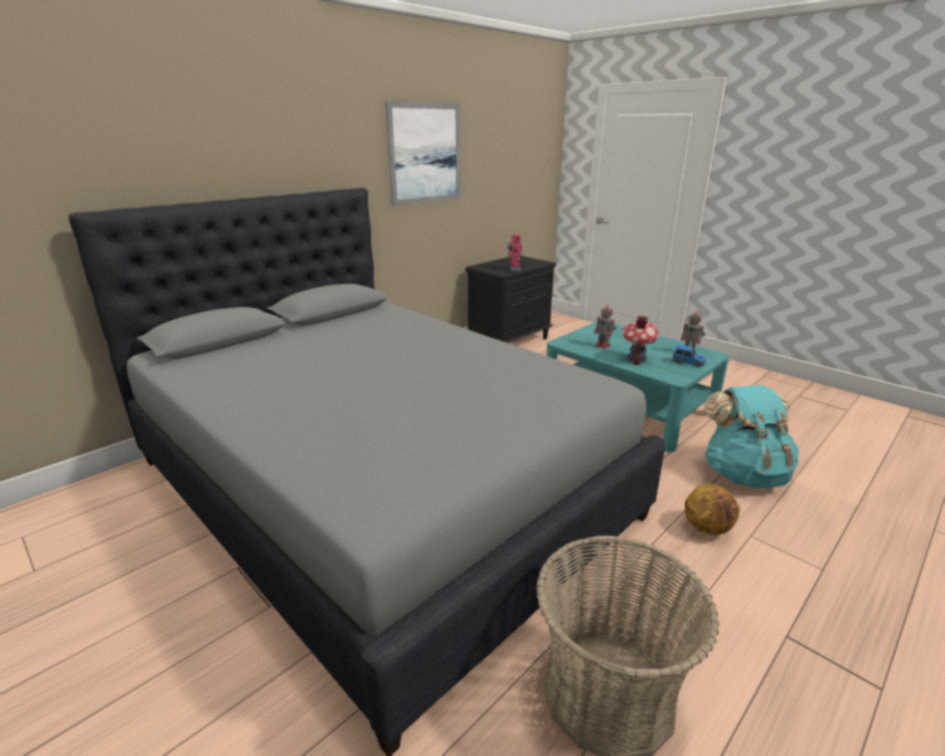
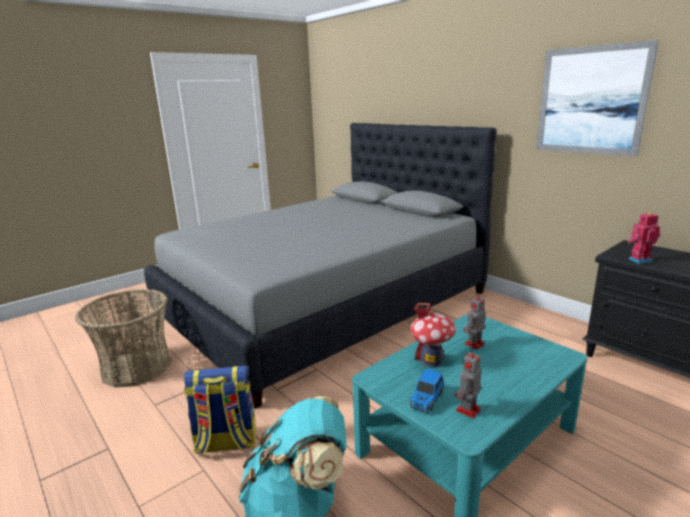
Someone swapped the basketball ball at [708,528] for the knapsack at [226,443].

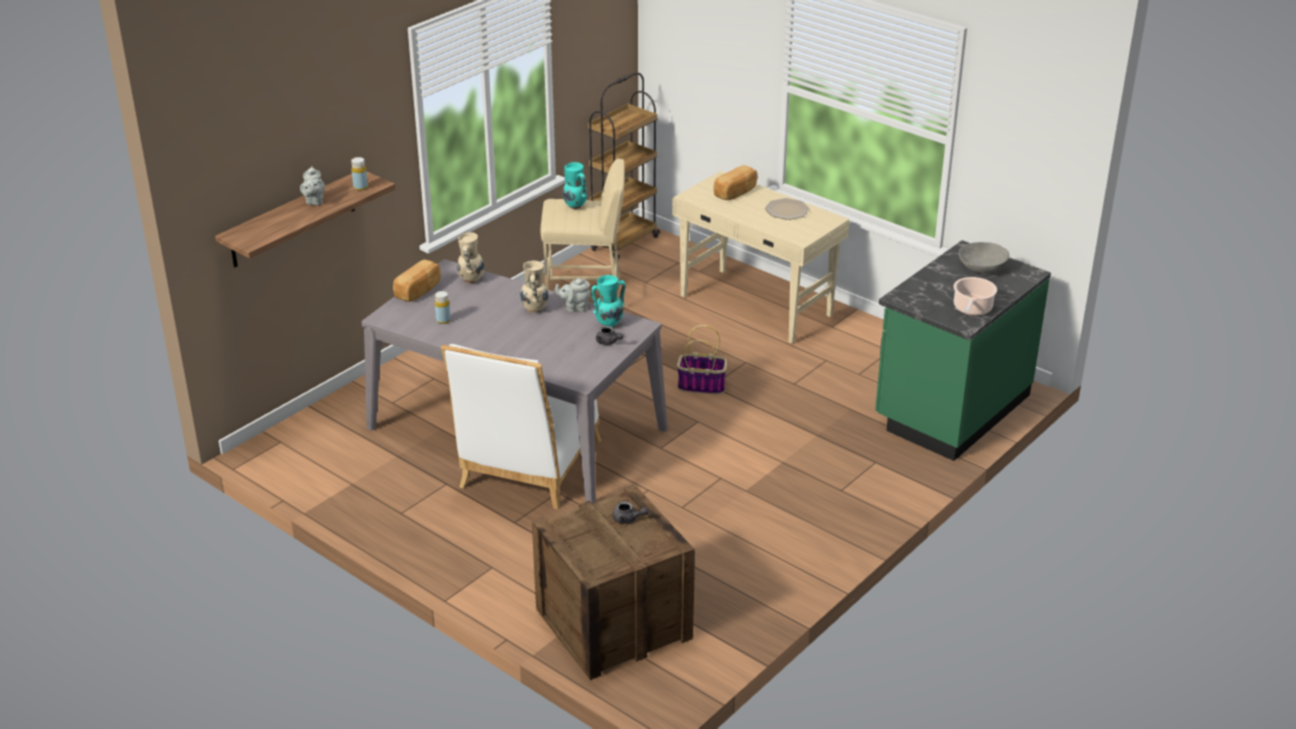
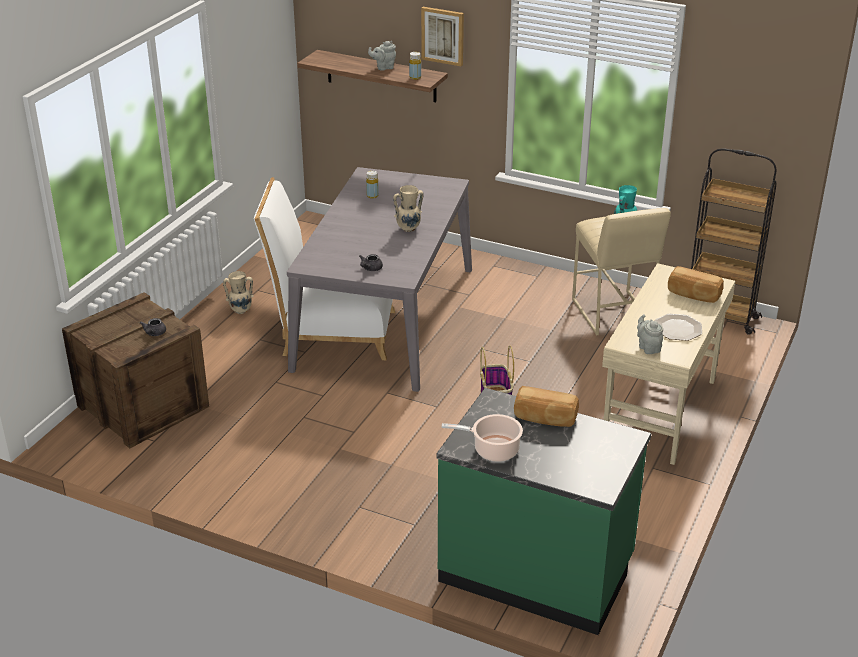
Someone took away the blue-green vase at [608,324].
Someone took away the greyish serving bowl at [982,267].
Someone put up the wall picture at [443,35].
Someone carried the bakery bread from [419,291] to [545,418].
Someone carried the beige vase from [471,280] to [240,310].
Someone carried the greyish tea pot from [574,308] to [648,347].

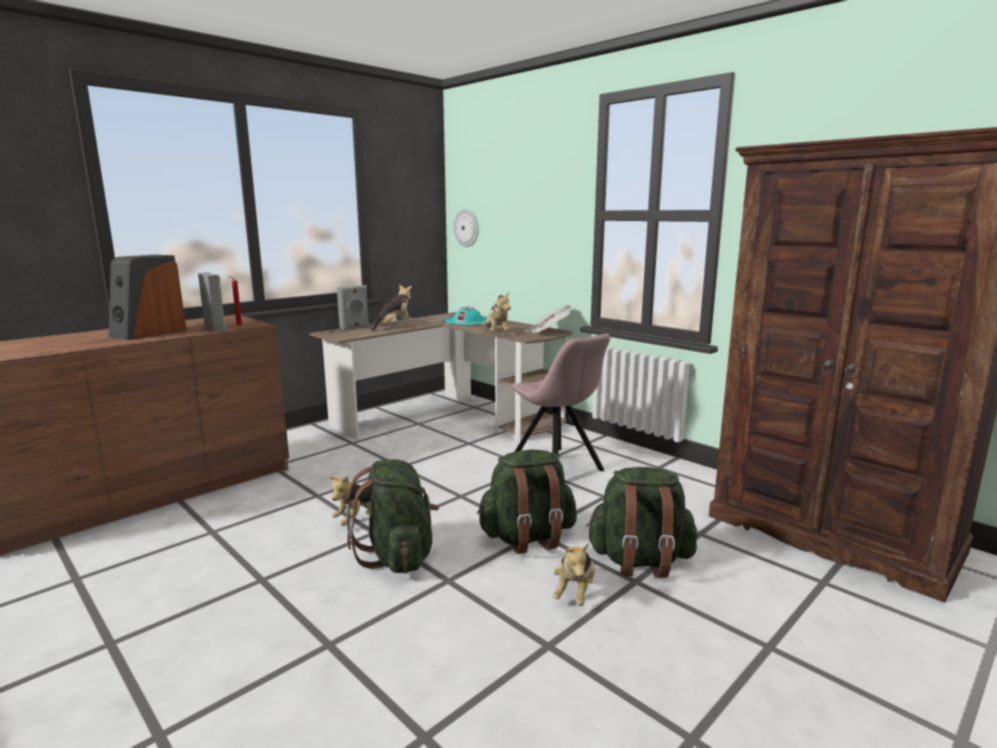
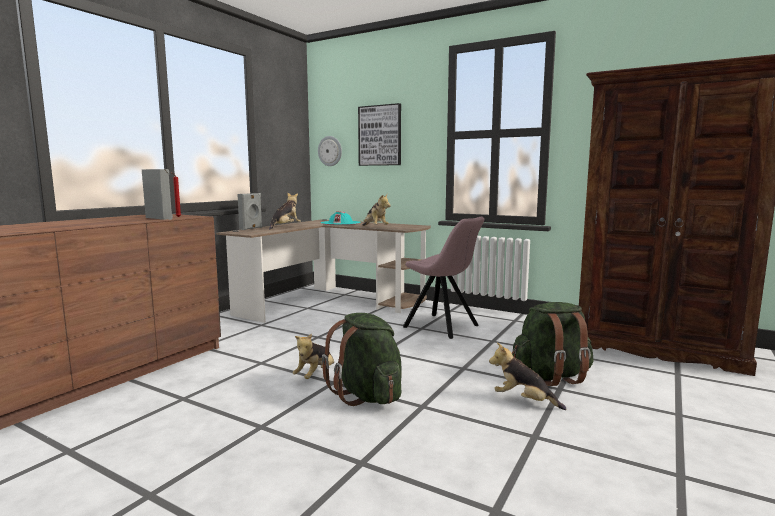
Someone took away the loudspeaker at [148,333].
Someone took away the green knapsack at [527,538].
Someone took away the printed paper at [547,332].
Someone put up the wall picture at [380,135].
Someone rotated the plush toy at [574,592] by 120 degrees clockwise.

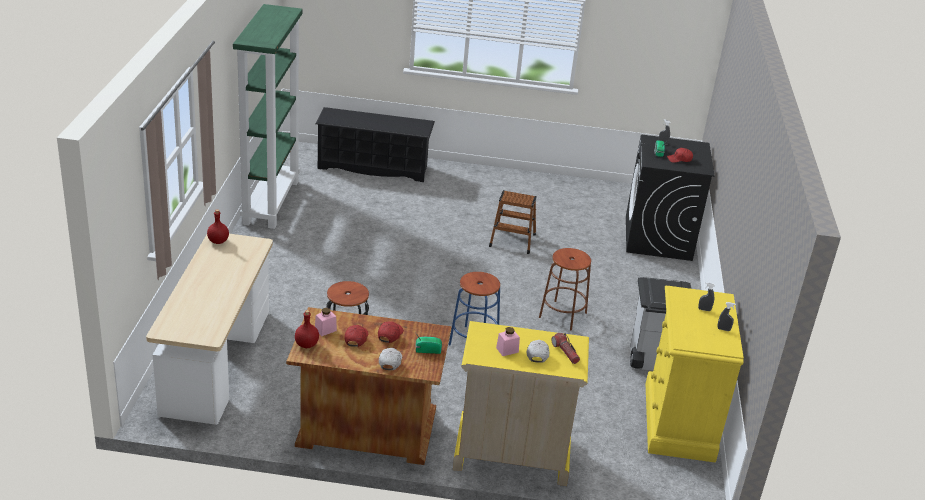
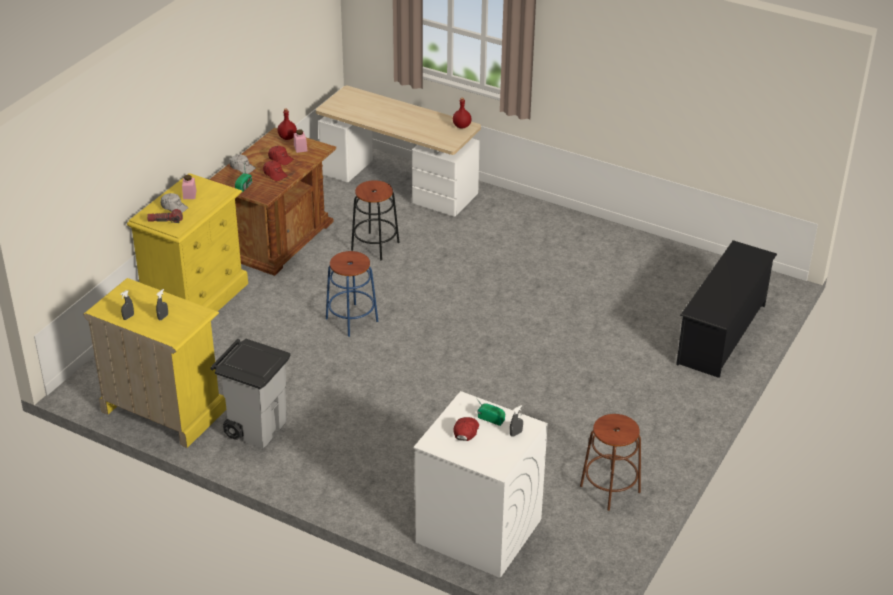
Someone took away the green bookshelf at [270,202].
Someone took away the brown step ladder at [513,240].
Someone carried the brown stool from [563,315] to [610,489].
Someone repainted the blackish washing machine at [658,238], which became the white washing machine at [477,531].

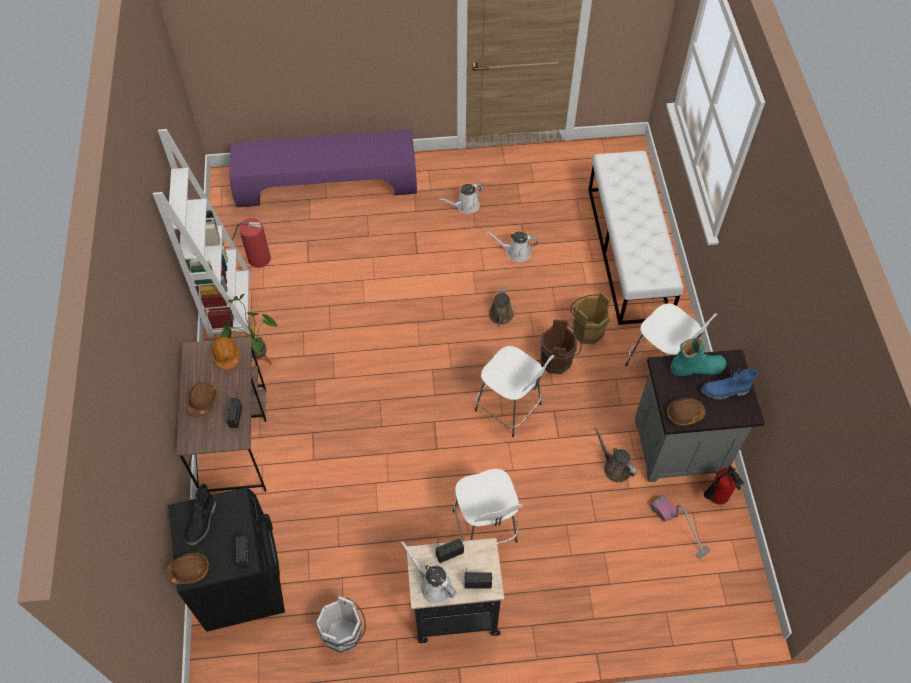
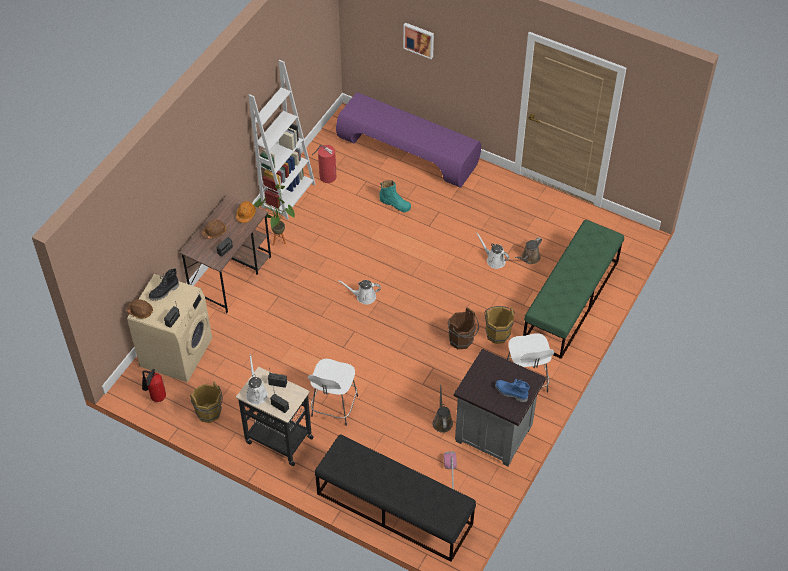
Someone took away the white stool at [510,409].
Someone took away the brown work helmet at [684,414].
Someone put down the blackish long seat at [394,508].
Someone put up the wall picture at [419,39].
Someone carried the white watering pot from [465,206] to [364,296].
Someone carried the brown watering pot from [500,316] to [529,258].
Someone carried the blue-green high-top boot from [697,367] to [395,203].
Someone carried the extinguisher from [715,498] to [155,397].
Someone repainted the blackish washing machine at [242,580], which became the beige washing machine at [177,352].
Someone repainted the white water bucket at [345,636], which became the brown water bucket at [209,414].
Someone repainted the white long seat at [628,253], which became the green long seat at [571,301].

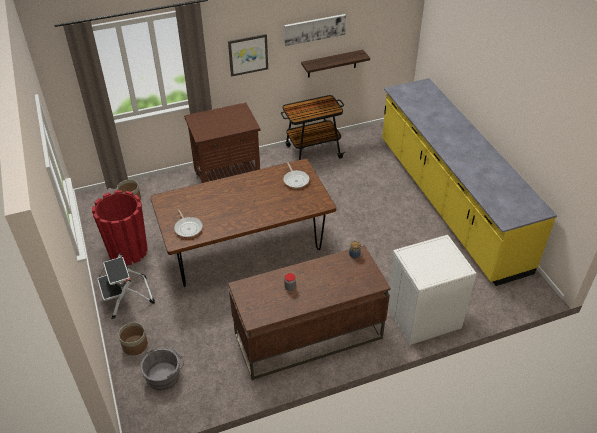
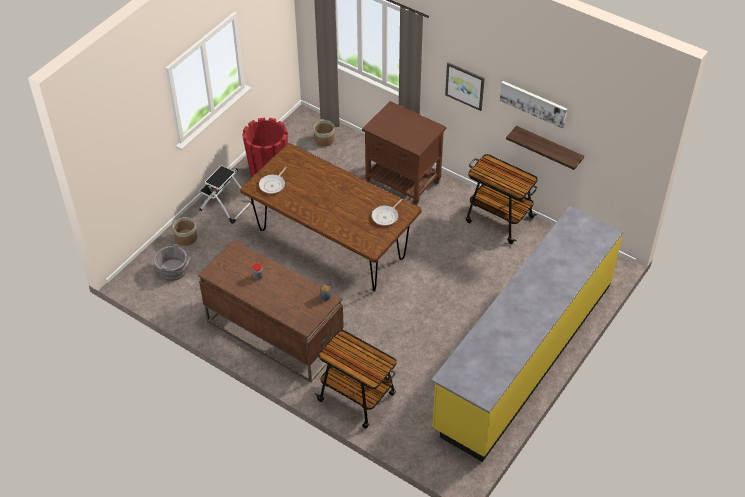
Someone swapped the white washing machine at [422,316] for the trolley at [357,398].

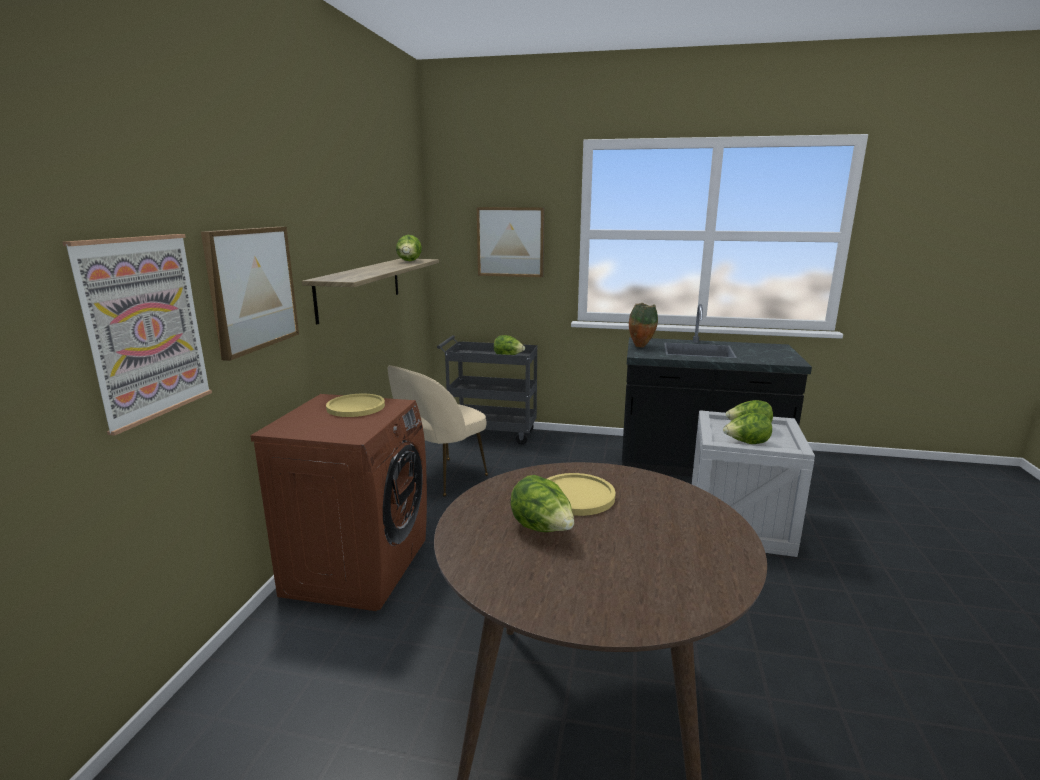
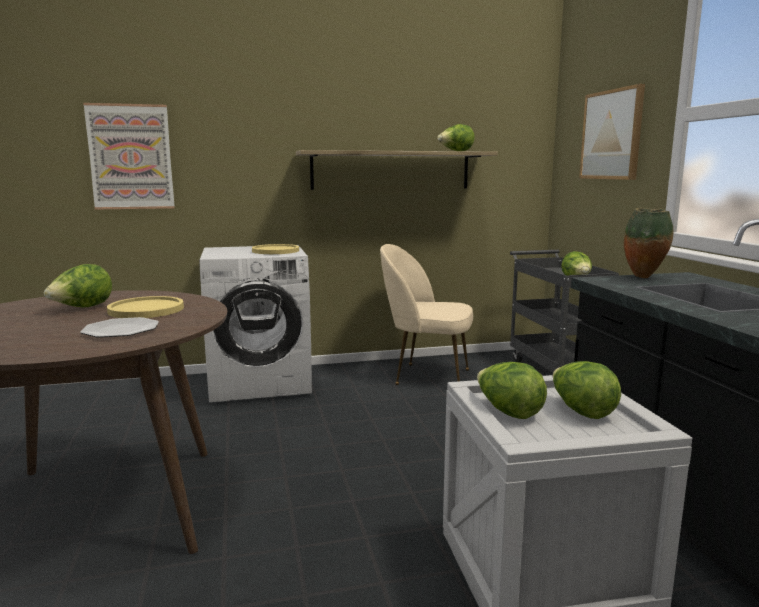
Someone took away the wall picture at [252,289].
Someone put down the flat dish at [121,330].
Someone repainted the brown washing machine at [358,569], which became the white washing machine at [260,385].

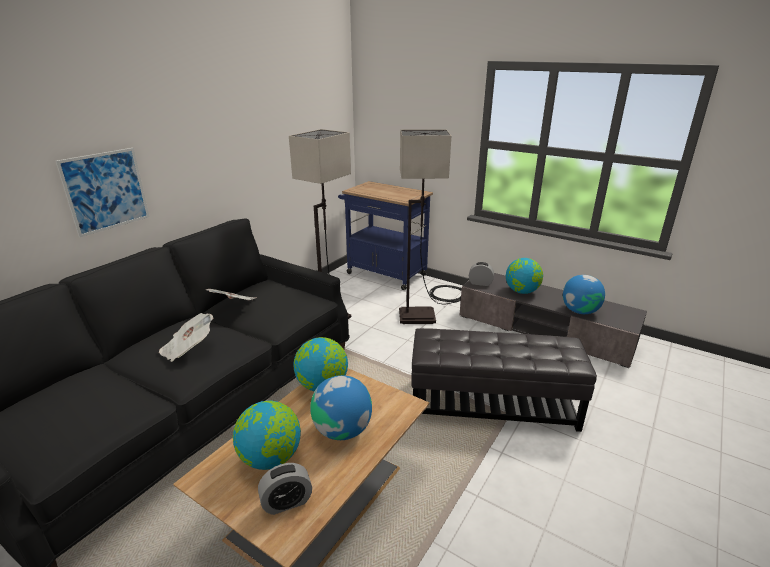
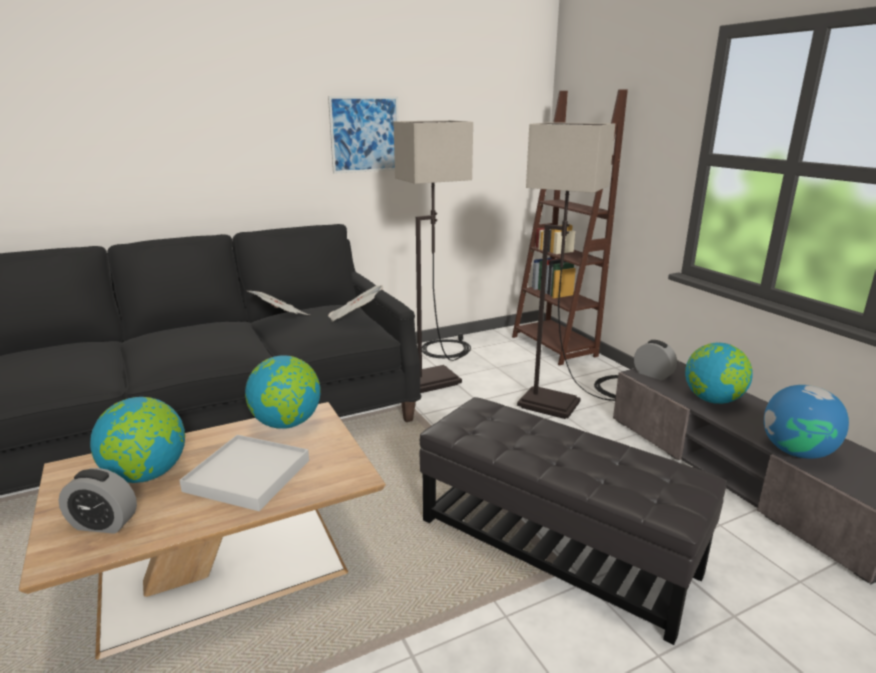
Someone carried the wall picture from [106,191] to [365,134].
Someone carried the printed paper from [188,349] to [354,318].
Someone swapped the world globe at [342,430] for the white tray at [248,475].
Someone swapped the blue-coloured trolley at [384,274] for the brown bookshelf at [554,346].

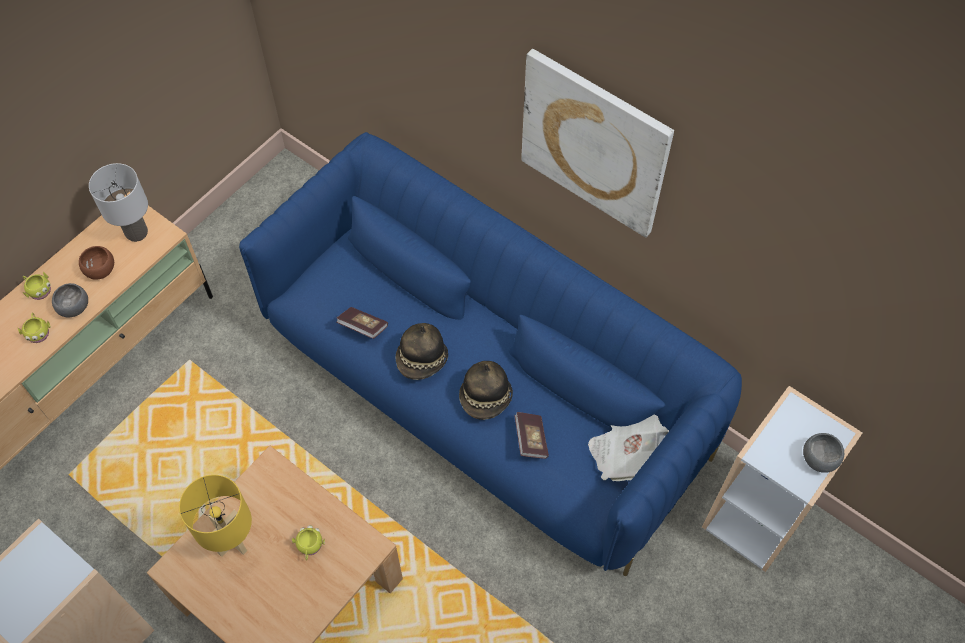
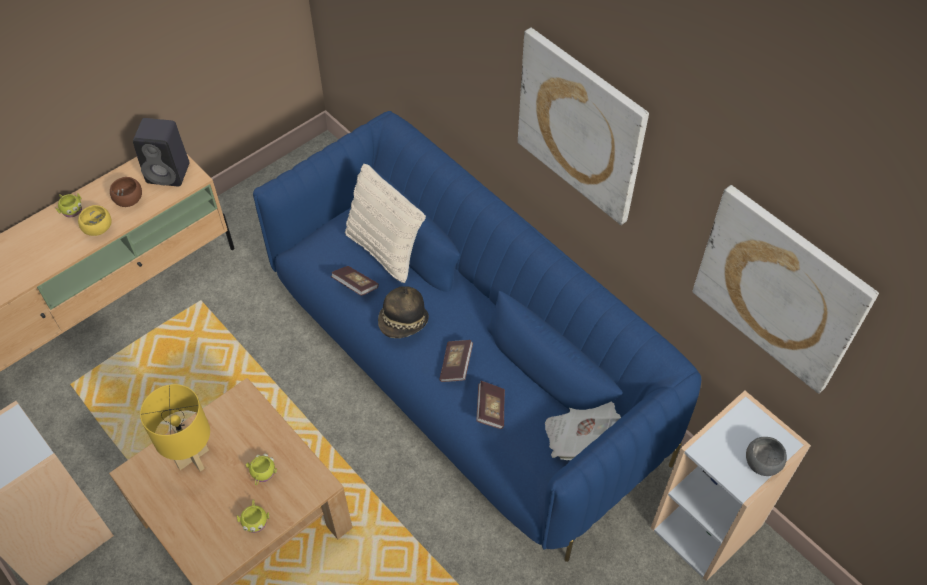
Someone put down the beige pillow at [386,251].
Someone put up the wall picture at [780,289].
Someone carried the yellowish mug from [38,332] to [255,520].
Someone swapped the white tabletop lamp at [138,233] for the blackish loudspeaker at [170,173].
Someone swapped the hat at [486,398] for the book at [456,366].
Someone repainted the greyish serving bowl at [75,307], which became the yellowish serving bowl at [99,228].

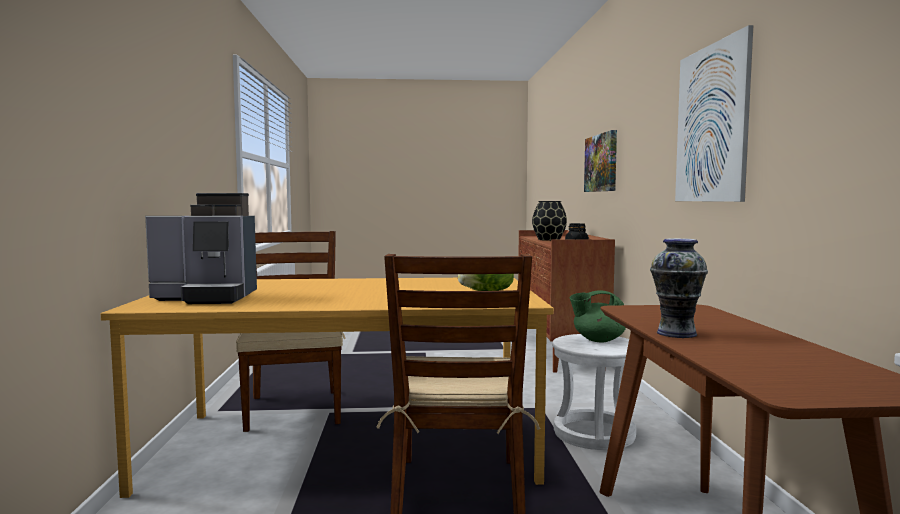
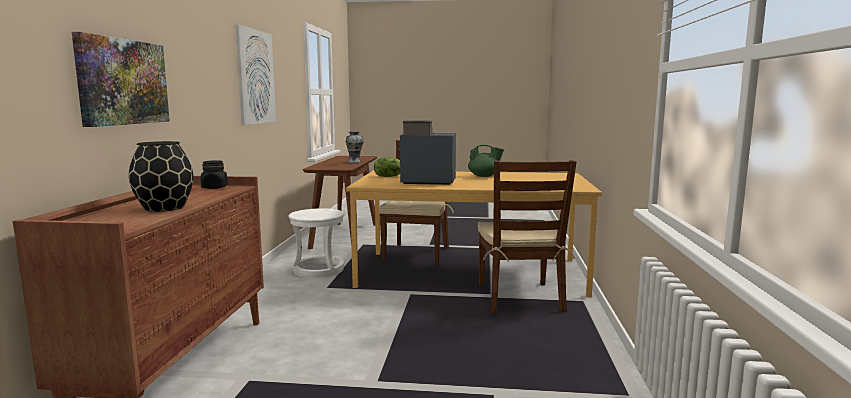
Someone carried the coffee machine from [208,298] to [426,181].
Someone carried the green tea pot from [597,340] to [484,176].

